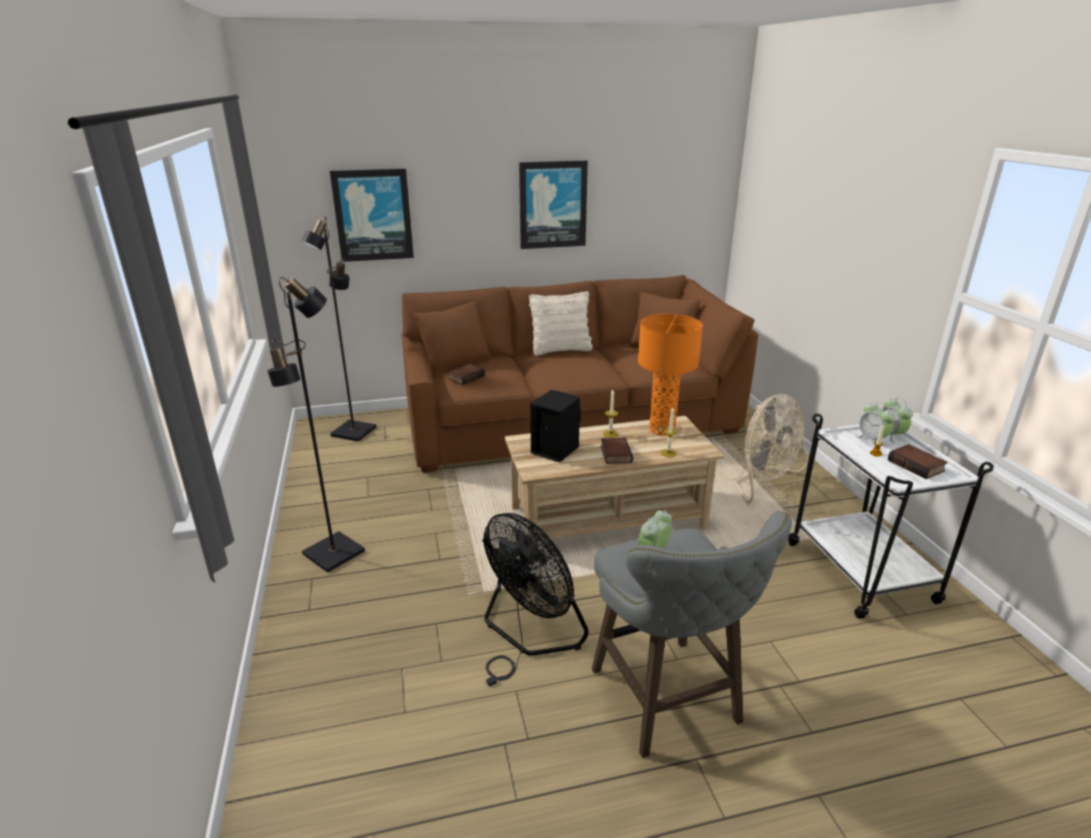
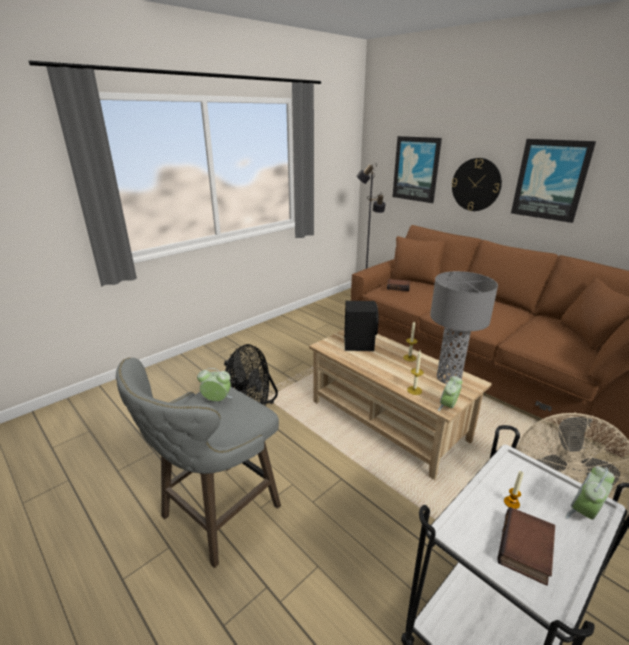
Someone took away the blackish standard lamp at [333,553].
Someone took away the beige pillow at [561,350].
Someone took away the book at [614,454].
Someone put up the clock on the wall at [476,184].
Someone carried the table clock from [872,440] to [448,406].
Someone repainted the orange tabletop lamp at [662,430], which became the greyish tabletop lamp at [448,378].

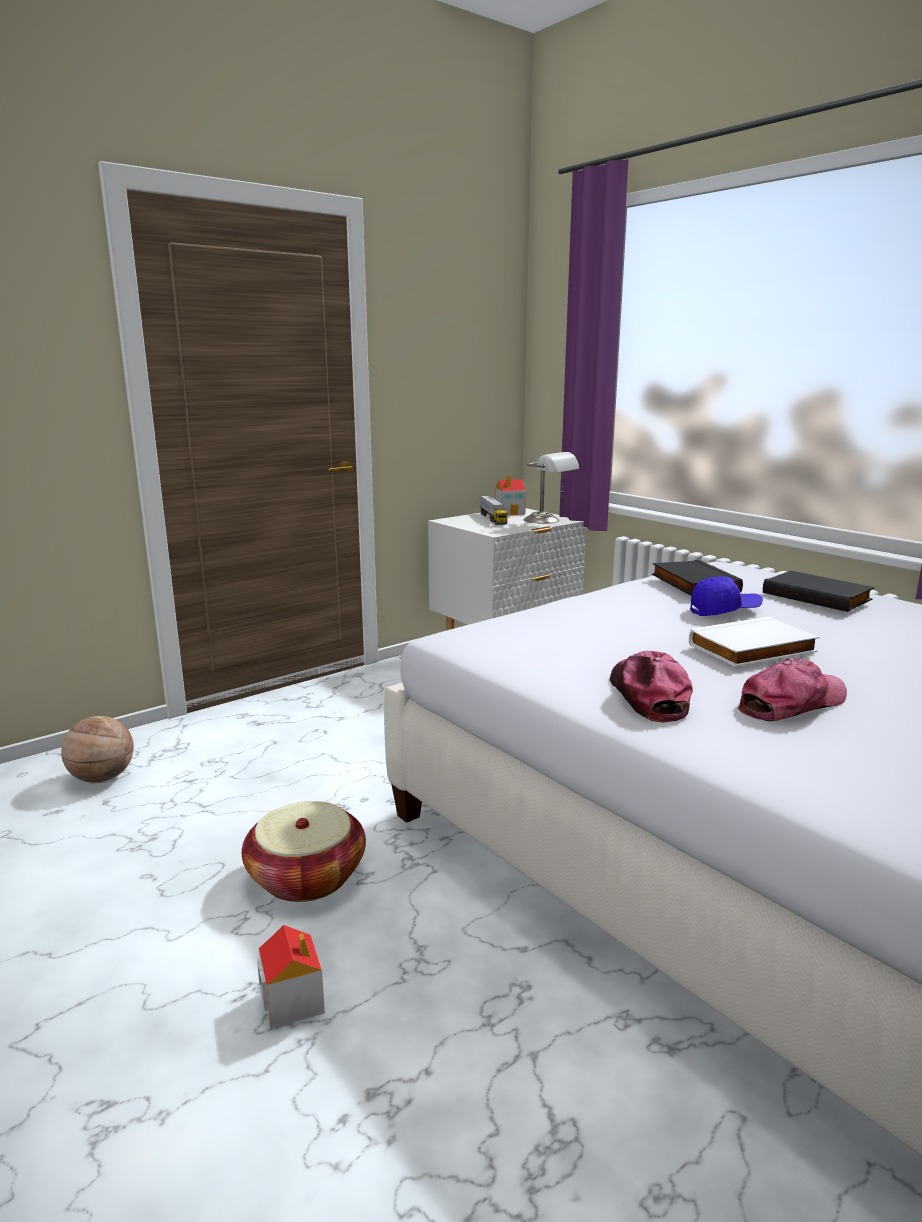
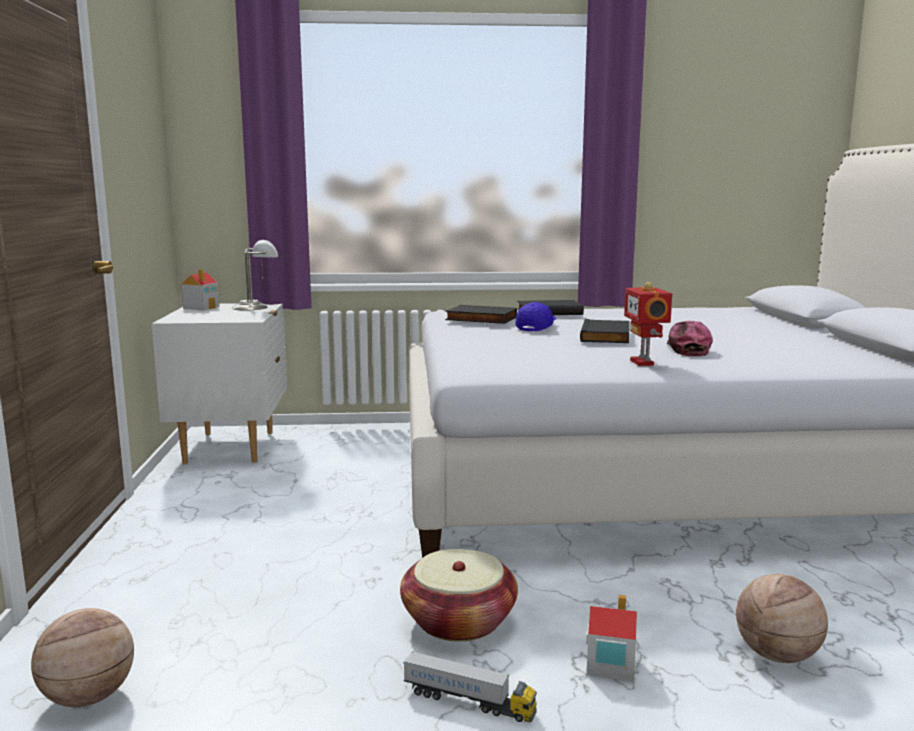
Someone put down the basketball ball at [777,655].
Someone carried the model truck from [492,519] to [469,702].
Someone swapped the peaked cap at [647,696] for the robot figure at [644,362].
Someone repainted the white book at [753,649], which became the blackish book at [607,336].

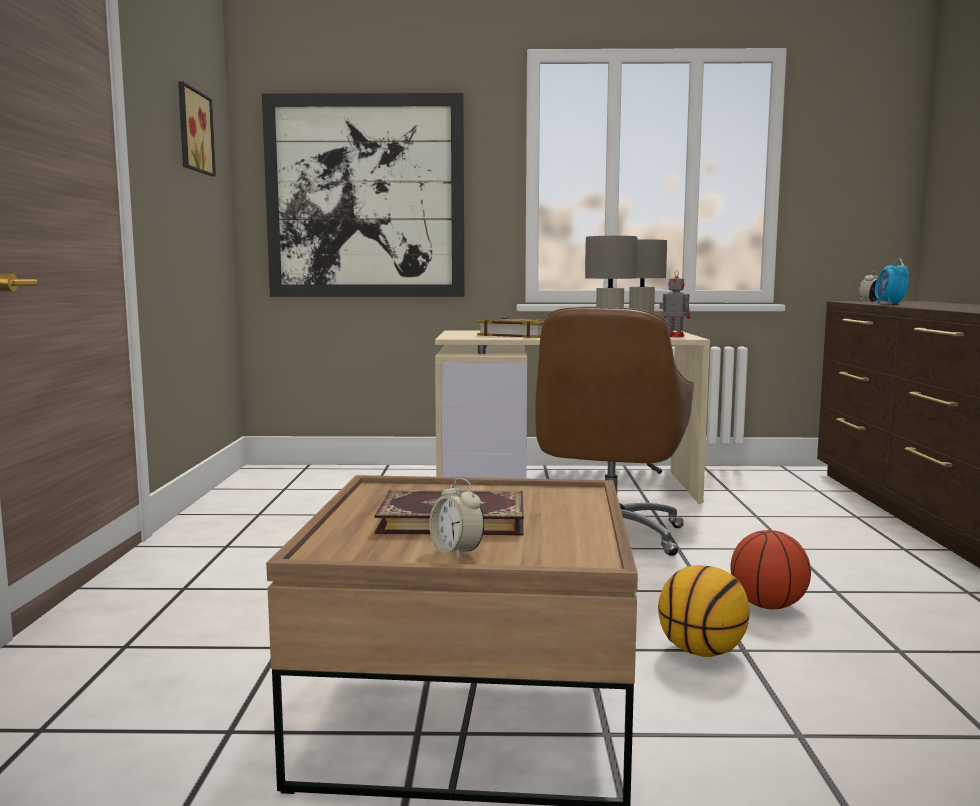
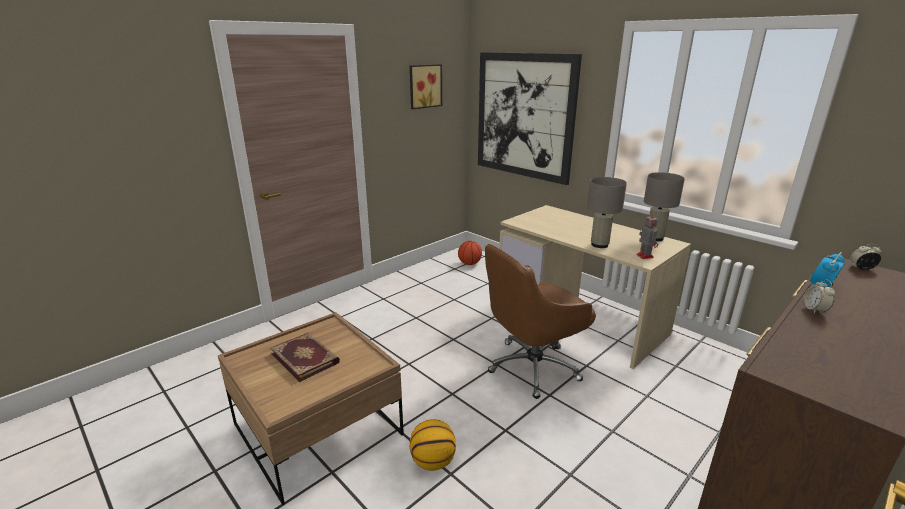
Someone took away the book at [519,335].
Someone carried the table clock from [456,552] to [814,309].
Someone carried the basketball ball from [767,606] to [469,263].

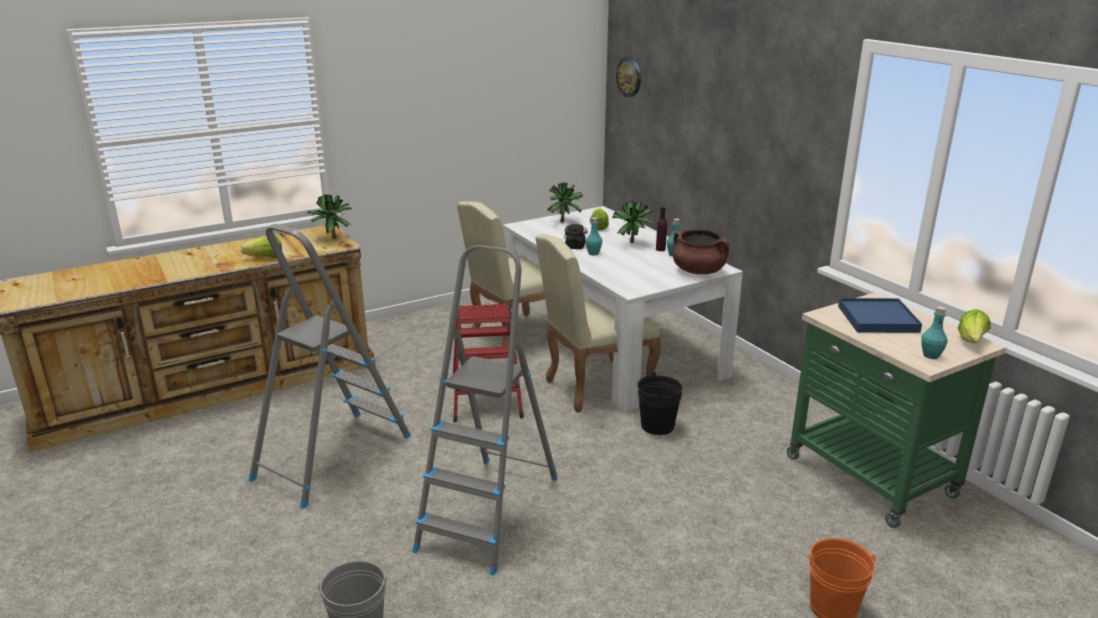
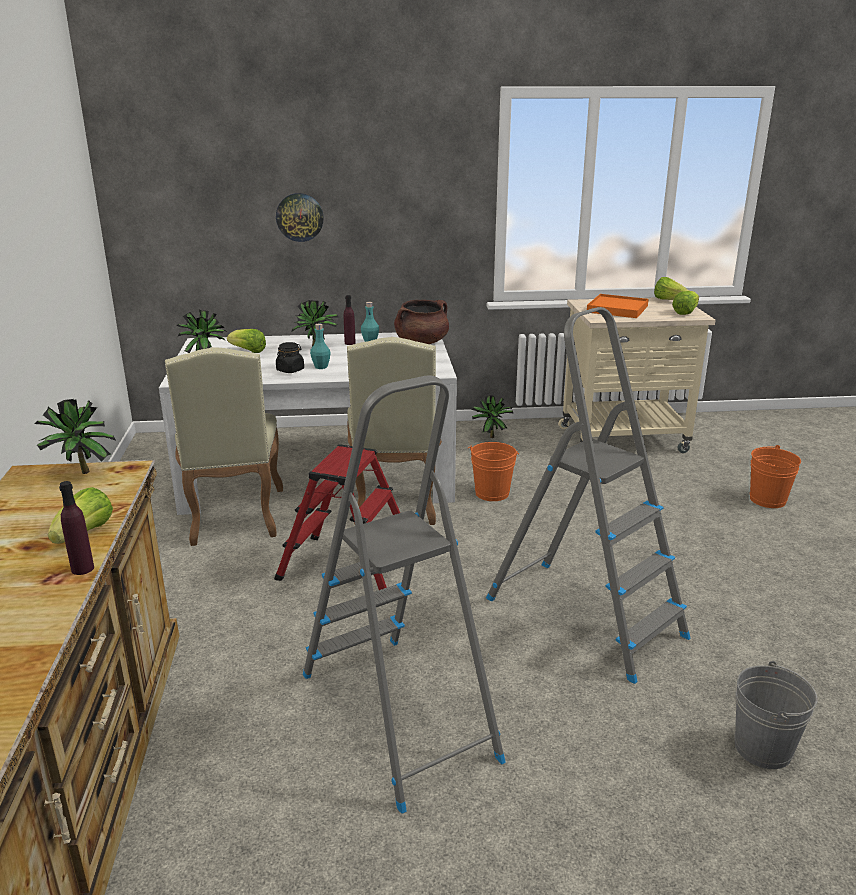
Someone put down the purplish beverage bottle at [82,569].
Someone put down the potted plant at [490,436].
Someone carried the clock on the wall from [629,77] to [299,217].
Someone swapped the blue-green beverage bottle at [930,355] for the lettuce head at [685,312].
Someone repainted the blackish water bucket at [657,425], which became the orange water bucket at [492,493].
Someone repainted the green trolley at [871,478], which became the beige trolley at [623,439].
Someone repainted the blue-coloured tray at [877,319], which became the orange tray at [617,309].

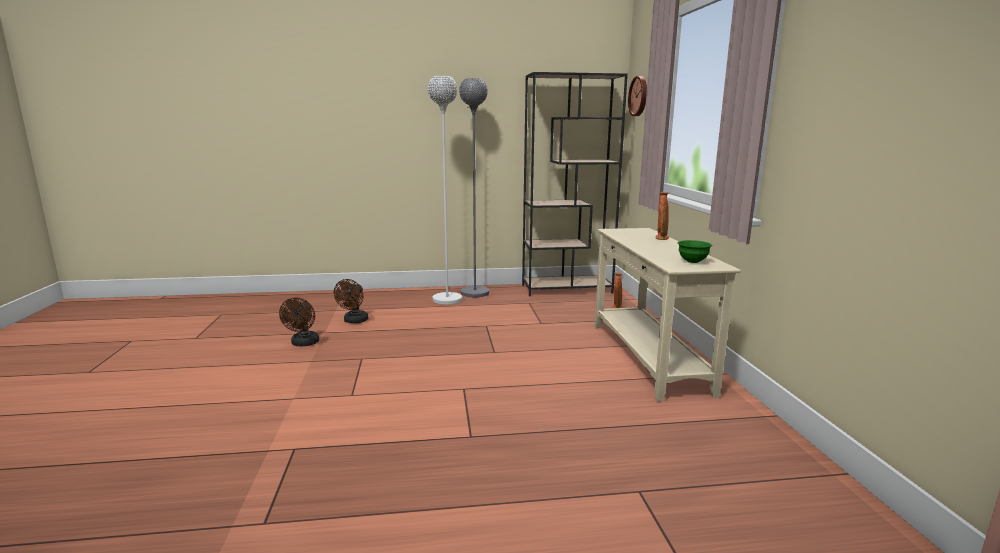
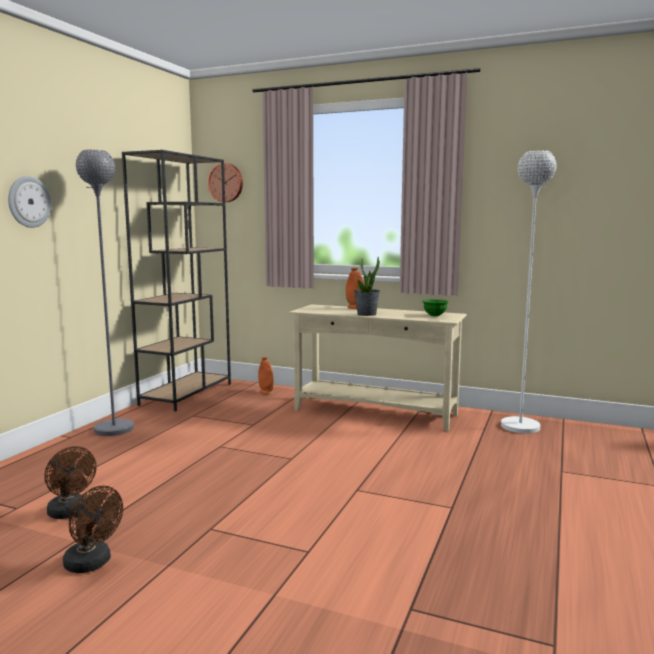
Someone put up the clock on the wall at [29,202].
Someone put down the potted plant at [366,314].
Someone carried the white standard lamp from [447,299] to [520,426].

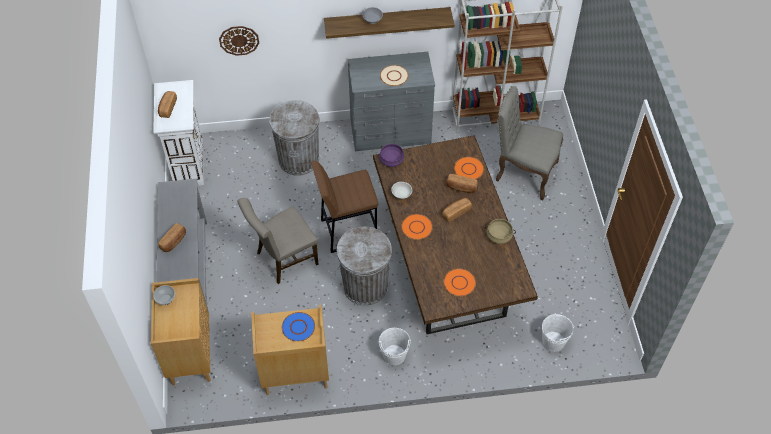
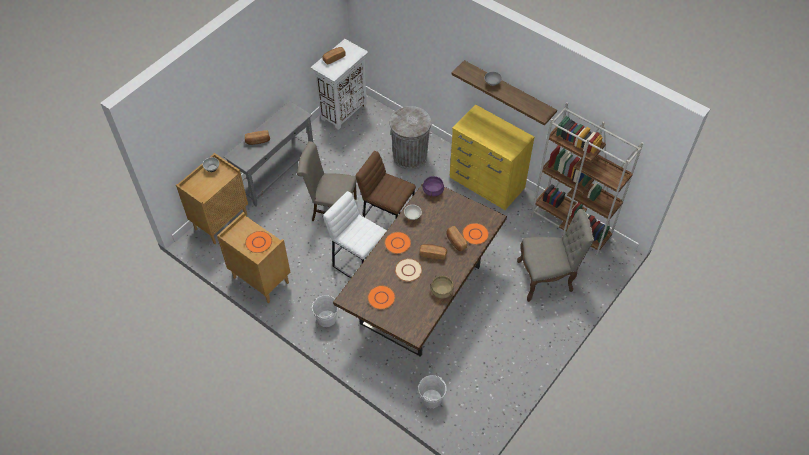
Someone took away the clock on the wall at [239,40].
Someone carried the beige flat dish from [394,76] to [408,270].
Someone swapped the greyish trash can at [365,286] for the white stool at [358,264].
Someone repainted the blue-coloured flat dish at [298,327], which became the orange flat dish at [258,242].
Someone repainted the greyish drawer chest at [391,133], which became the yellowish drawer chest at [486,184].
Someone rotated the greyish plain chair at [524,172] by 105 degrees clockwise.

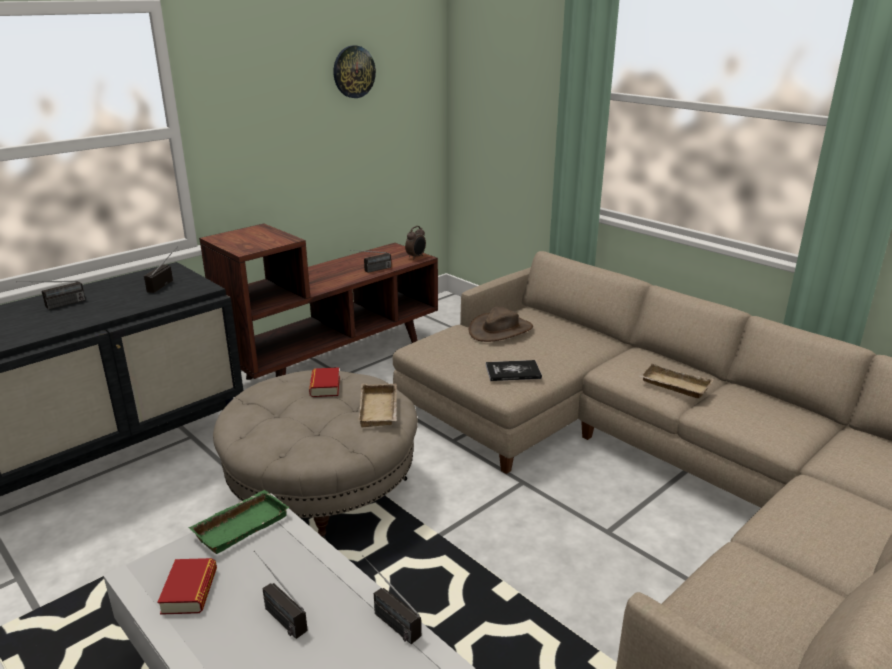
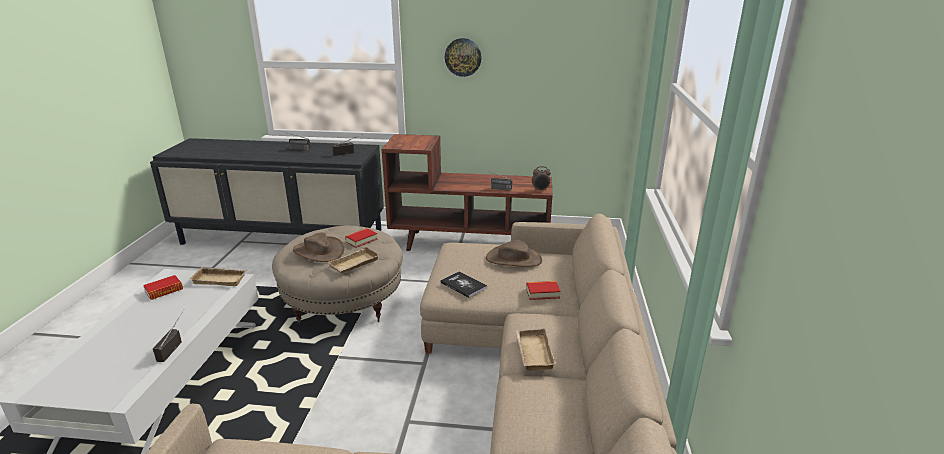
Someone took away the radio set at [276,612].
Someone put down the brown hat at [319,251].
Someone put down the book at [542,293].
Someone carried the clock on the wall from [353,72] to [463,57].
Someone repainted the green tray at [241,525], which became the beige tray at [221,279].

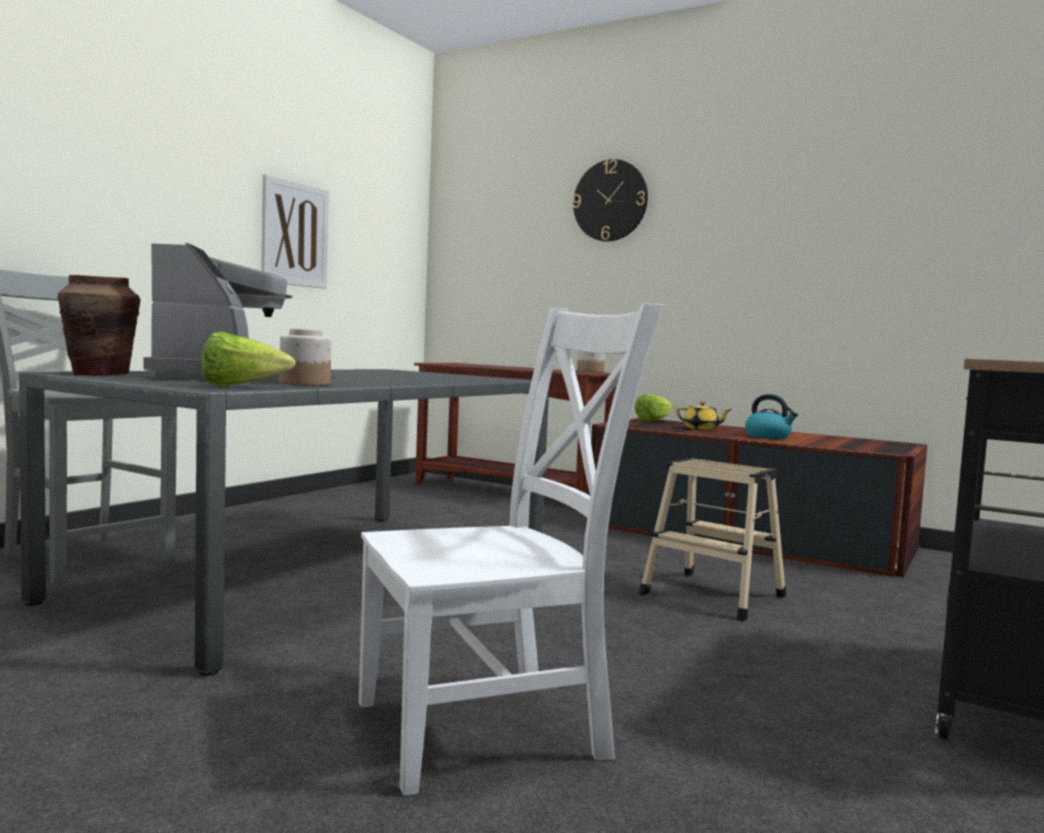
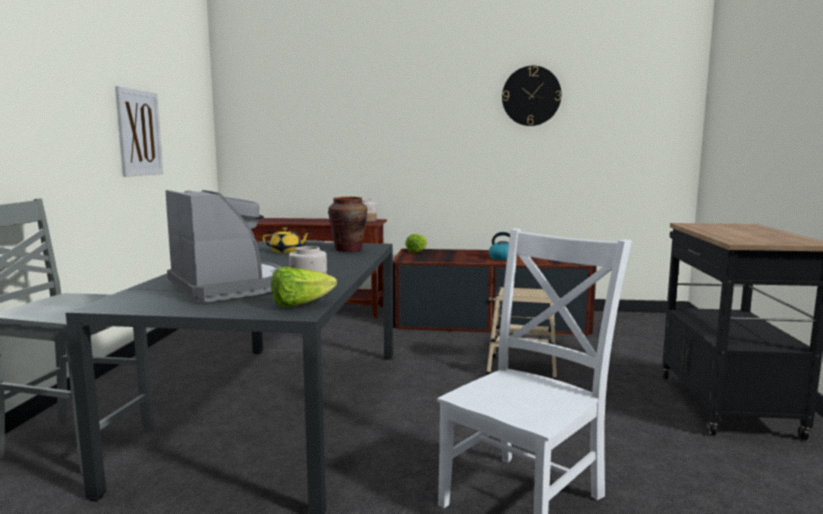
Someone carried the brown vase from [100,374] to [348,249].
Someone carried the clock on the wall from [610,200] to [531,96].
Someone carried the yellowish tea pot from [701,428] to [286,251].

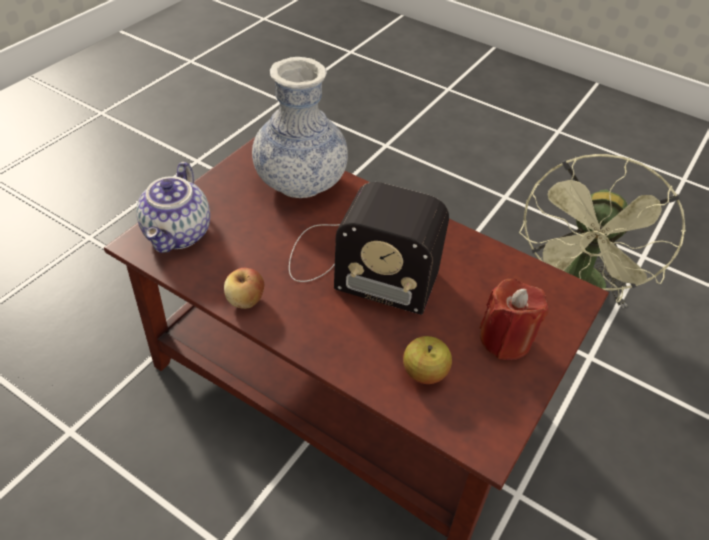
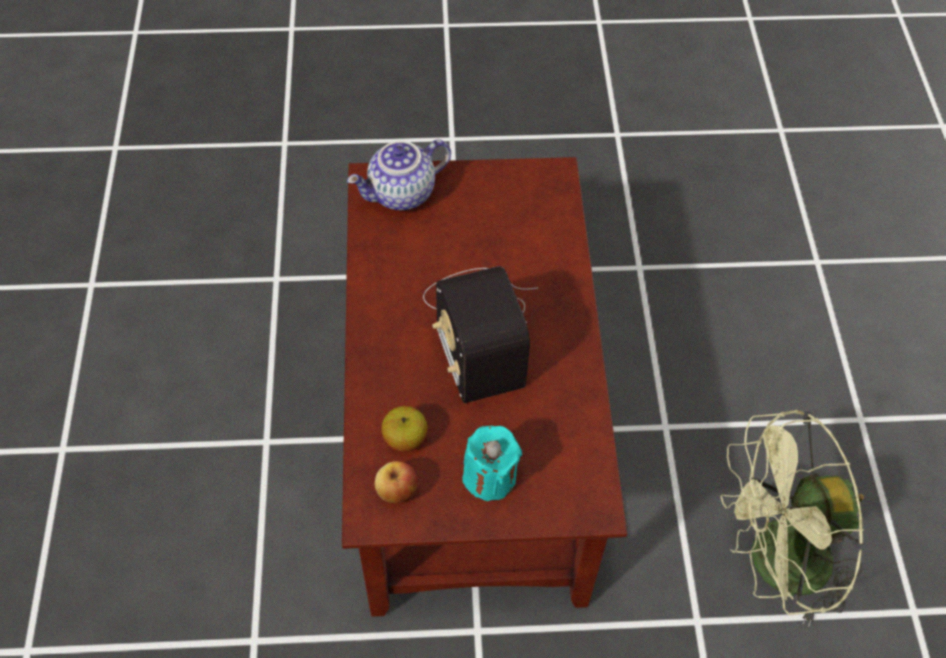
Someone took away the vase at [300,182].
Someone carried the apple from [245,300] to [397,491].
Someone repainted the red candle at [505,339], which became the blue-green candle at [490,477].

